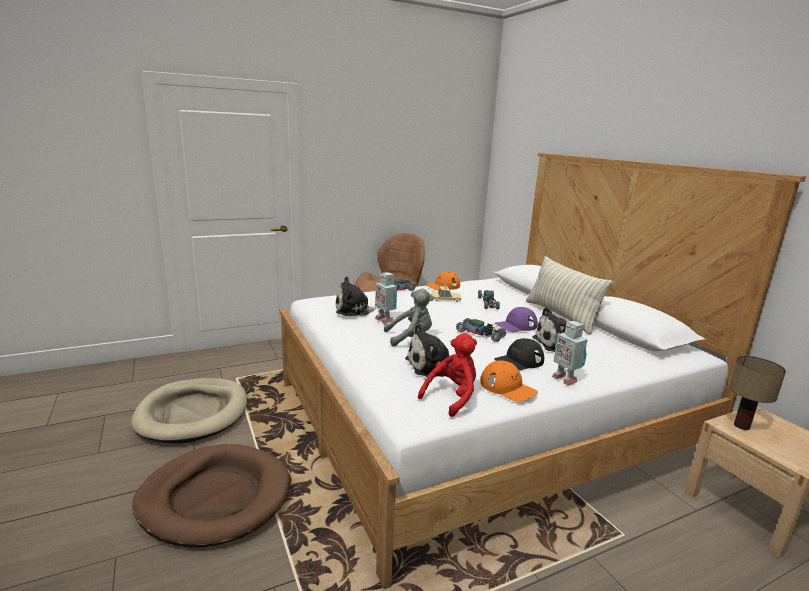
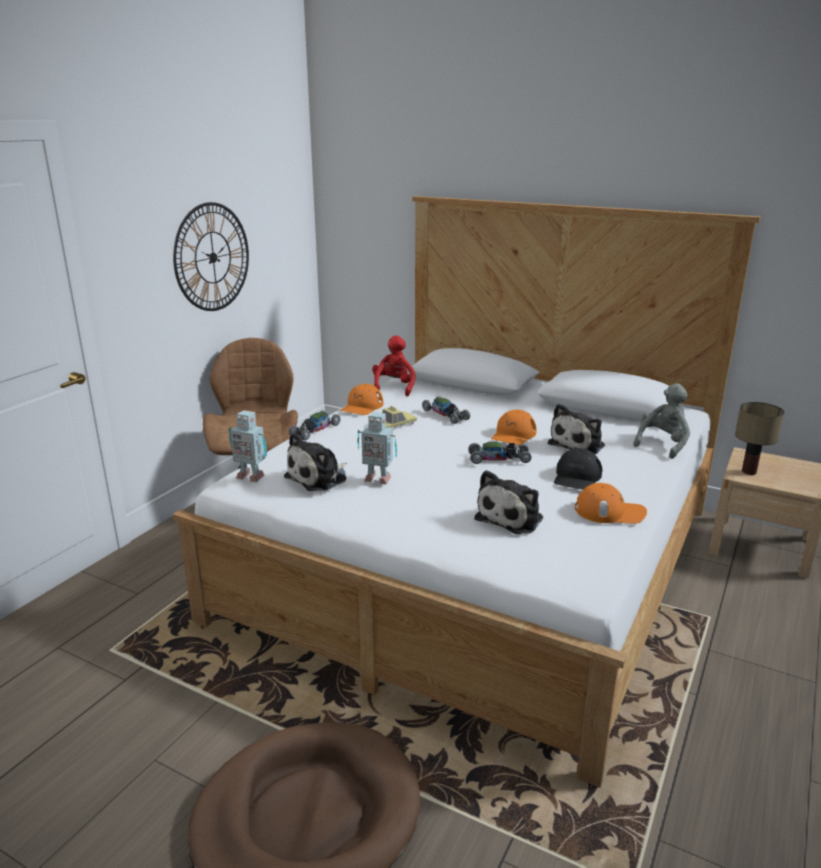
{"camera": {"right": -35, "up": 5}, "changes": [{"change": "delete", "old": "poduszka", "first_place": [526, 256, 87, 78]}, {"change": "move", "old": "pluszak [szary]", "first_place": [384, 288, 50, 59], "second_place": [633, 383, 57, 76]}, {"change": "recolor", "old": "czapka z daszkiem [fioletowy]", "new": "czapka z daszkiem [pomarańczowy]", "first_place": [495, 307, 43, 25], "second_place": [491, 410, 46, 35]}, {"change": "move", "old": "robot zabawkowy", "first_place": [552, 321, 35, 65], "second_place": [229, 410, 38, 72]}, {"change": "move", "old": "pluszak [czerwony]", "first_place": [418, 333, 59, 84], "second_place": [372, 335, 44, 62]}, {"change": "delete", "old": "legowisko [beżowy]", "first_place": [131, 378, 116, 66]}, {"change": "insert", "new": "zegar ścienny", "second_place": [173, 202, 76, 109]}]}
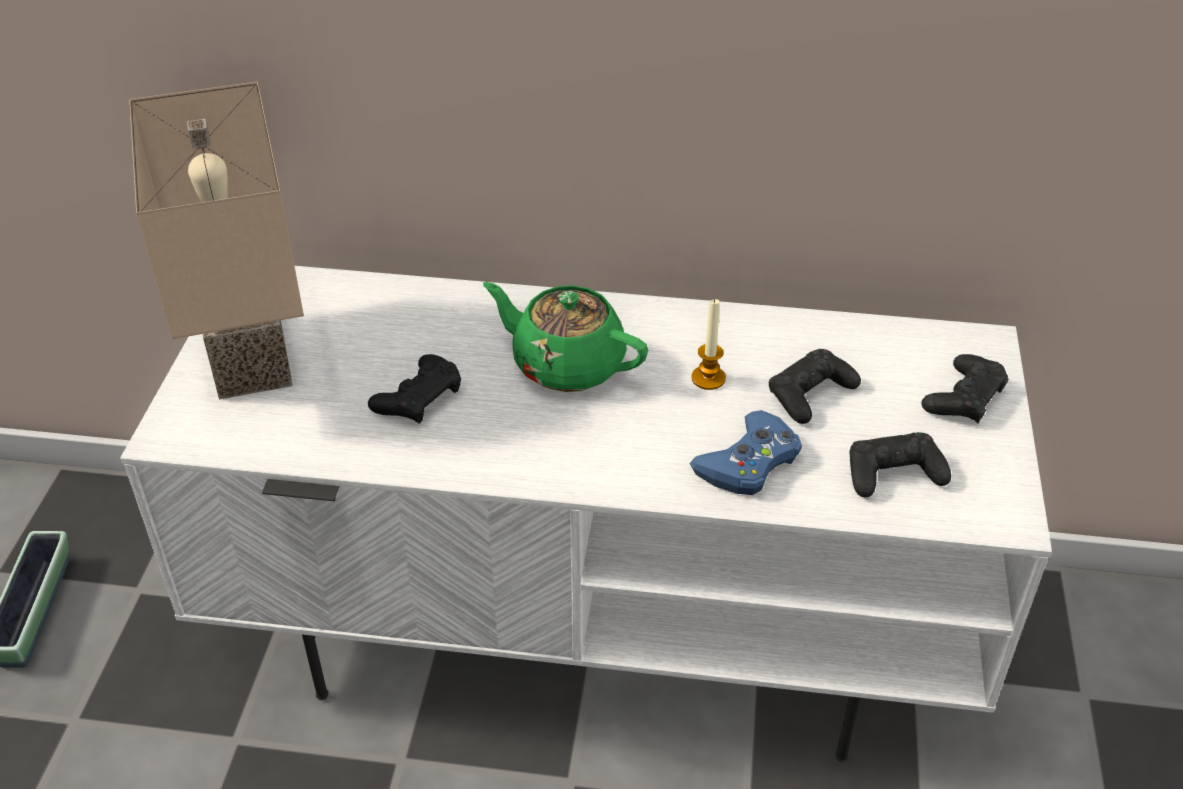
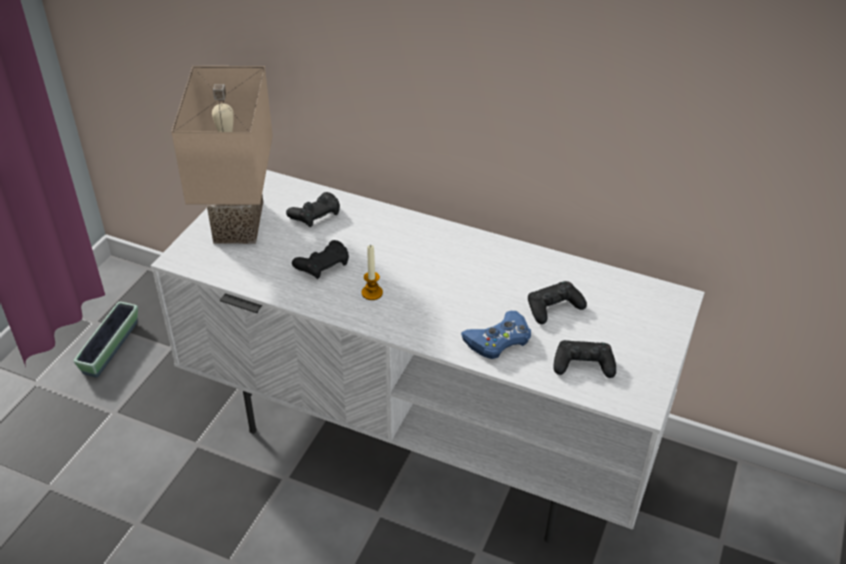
{"camera": {"right": 15, "up": 0}, "changes": [{"change": "delete", "old": "imbryk [zielony]", "first_place": [483, 282, 165, 110]}, {"change": "move", "old": "świeca", "first_place": [691, 298, 35, 92], "second_place": [362, 245, 21, 55]}, {"change": "move", "old": "pad do gier [czarny]", "first_place": [921, 354, 88, 69], "second_place": [286, 192, 54, 35]}]}
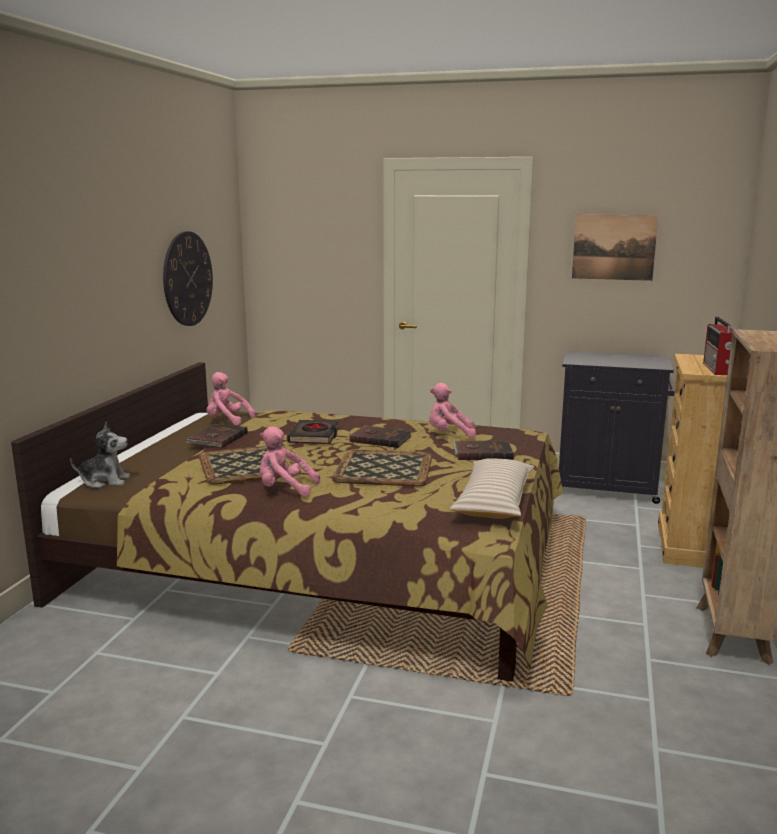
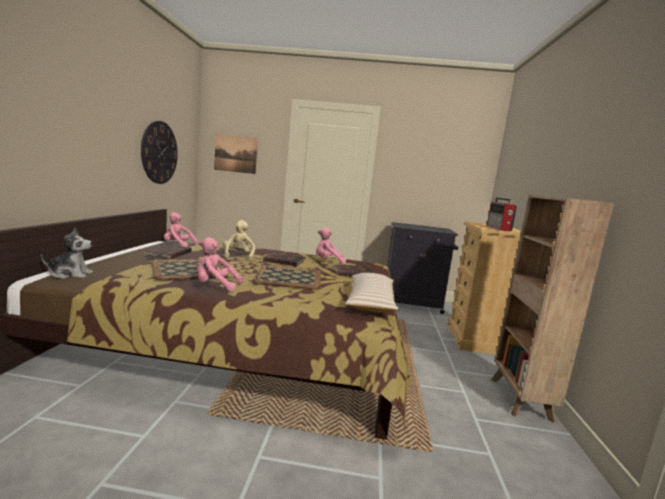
{"camera": {"right": -10, "up": -5}, "changes": [{"change": "move", "old": "obraz", "first_place": [572, 215, 86, 66], "second_place": [214, 134, 44, 40]}, {"change": "replace", "old": "książka [czarny]", "new": "pluszak [beżowy]", "first_place": [287, 420, 52, 24], "second_place": [223, 220, 32, 41]}]}
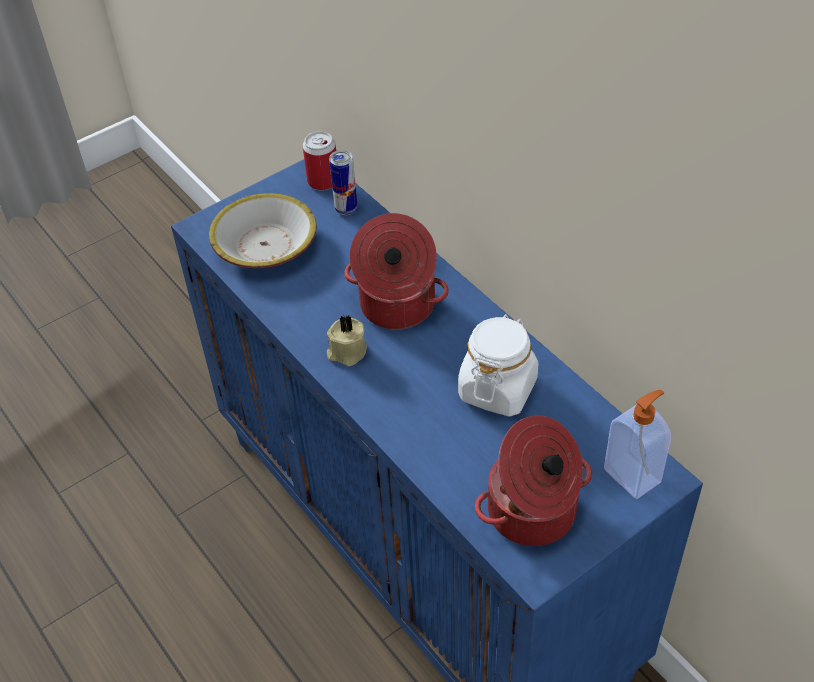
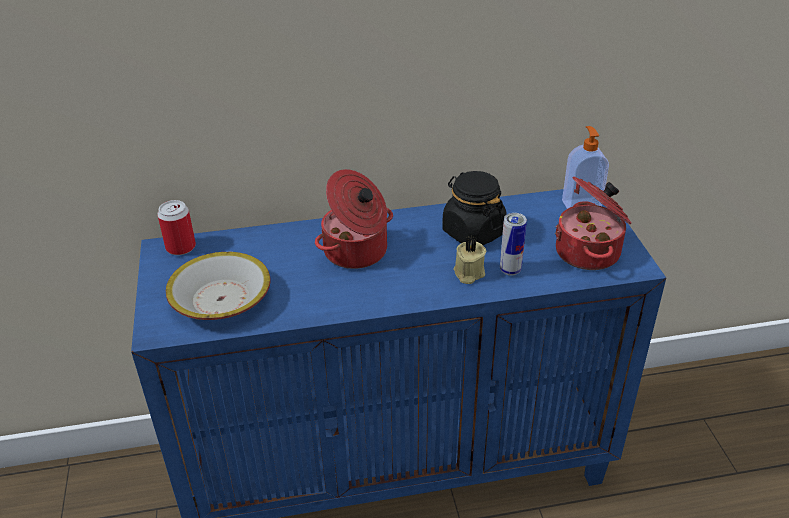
{"camera": {"right": -65, "up": -10}, "changes": [{"change": "move", "old": "puszka", "first_place": [329, 150, 28, 65], "second_place": [500, 213, 27, 63]}, {"change": "recolor", "old": "słoik [biały]", "new": "słoik [czarny]", "first_place": [458, 314, 80, 103], "second_place": [442, 171, 65, 74]}, {"change": "move", "old": "świeca [beżowy]", "first_place": [327, 315, 40, 51], "second_place": [453, 236, 33, 48]}]}
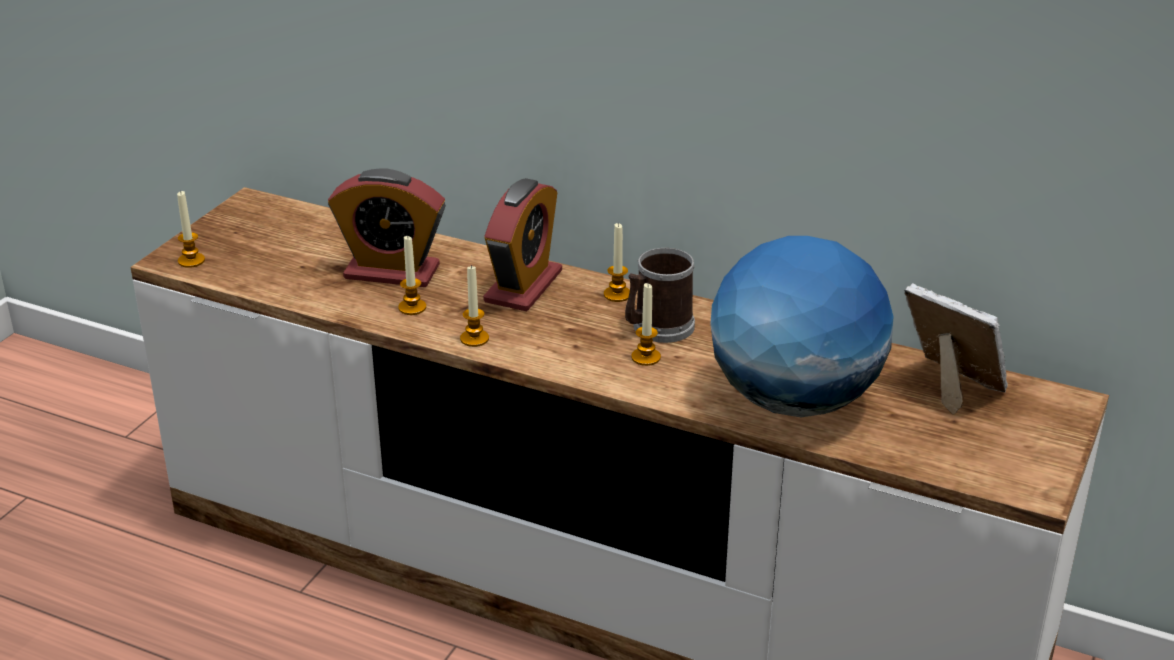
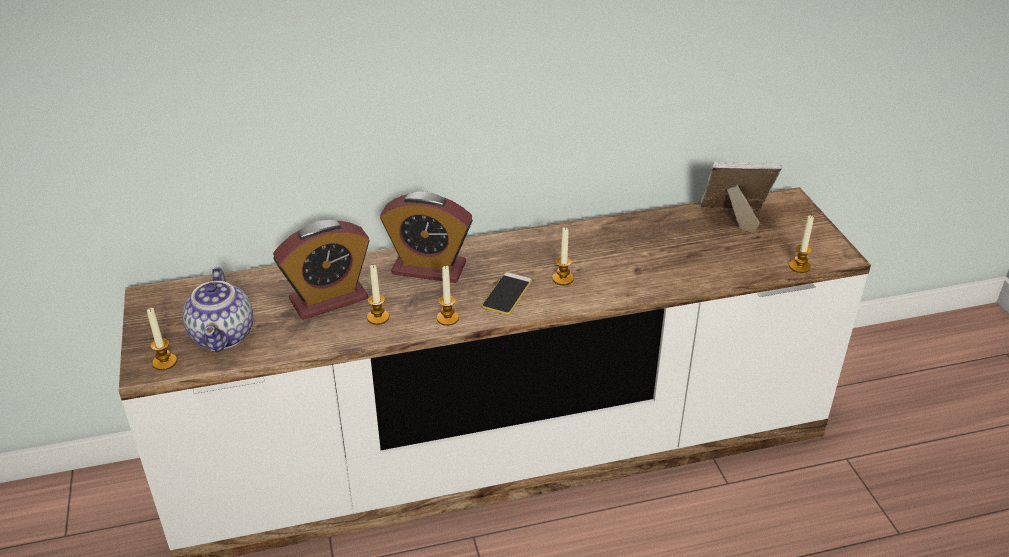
{"camera": {"right": -40, "up": 5}, "changes": [{"change": "rotate", "old": "budzik", "first_place": [483, 178, 79, 133], "second_place": [380, 192, 93, 91], "degrees": 120}, {"change": "move", "old": "świeca", "first_place": [604, 223, 26, 79], "second_place": [789, 215, 25, 58]}, {"change": "delete", "old": "globus", "first_place": [710, 236, 183, 181]}, {"change": "delete", "old": "kubek", "first_place": [625, 248, 70, 95]}, {"change": "insert", "new": "imbryk", "second_place": [183, 267, 70, 85]}, {"change": "insert", "new": "telefon", "second_place": [481, 272, 51, 43]}]}
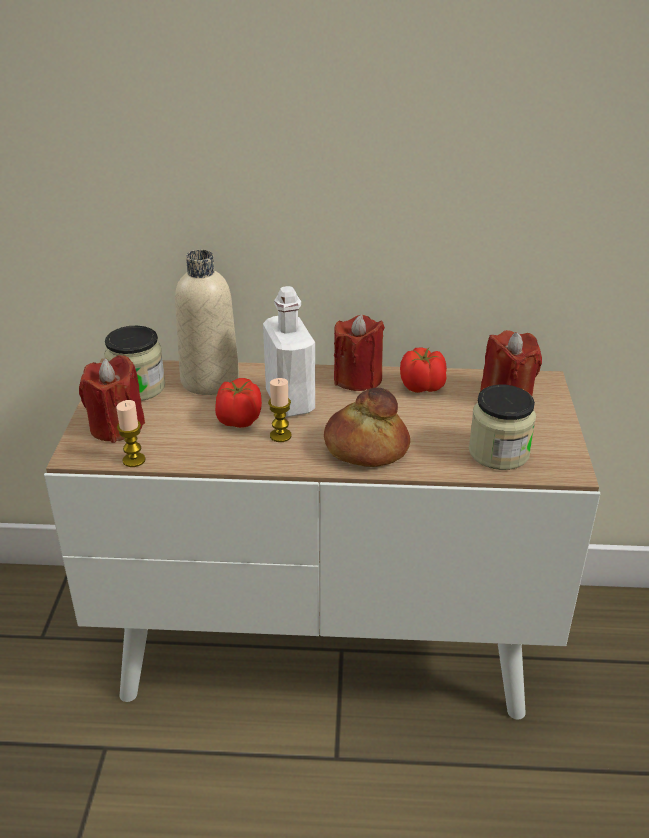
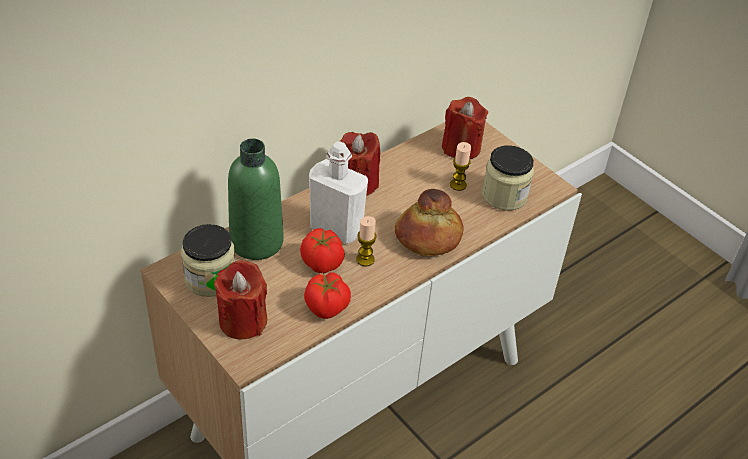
{"camera": {"right": -45, "up": 10}, "changes": [{"change": "recolor", "old": "butelka [beżowy]", "new": "butelka [zielony]", "first_place": [175, 250, 64, 145], "second_place": [228, 139, 56, 121]}, {"change": "move", "old": "pomidor", "first_place": [400, 347, 47, 46], "second_place": [304, 272, 47, 47]}, {"change": "move", "old": "świeca", "first_place": [116, 400, 29, 67], "second_place": [450, 142, 21, 49]}]}
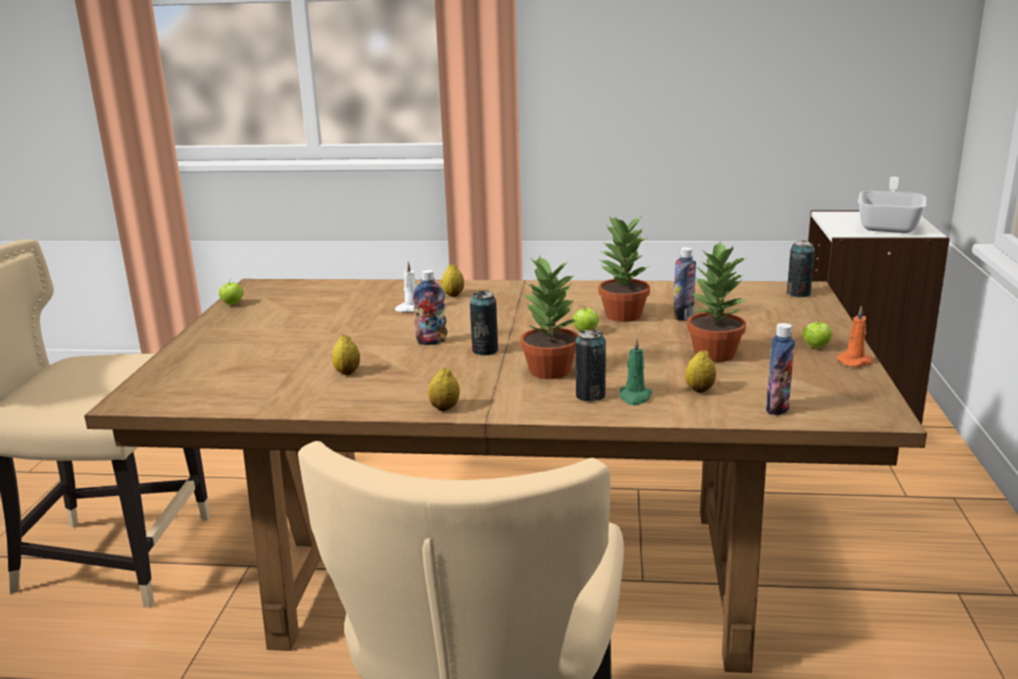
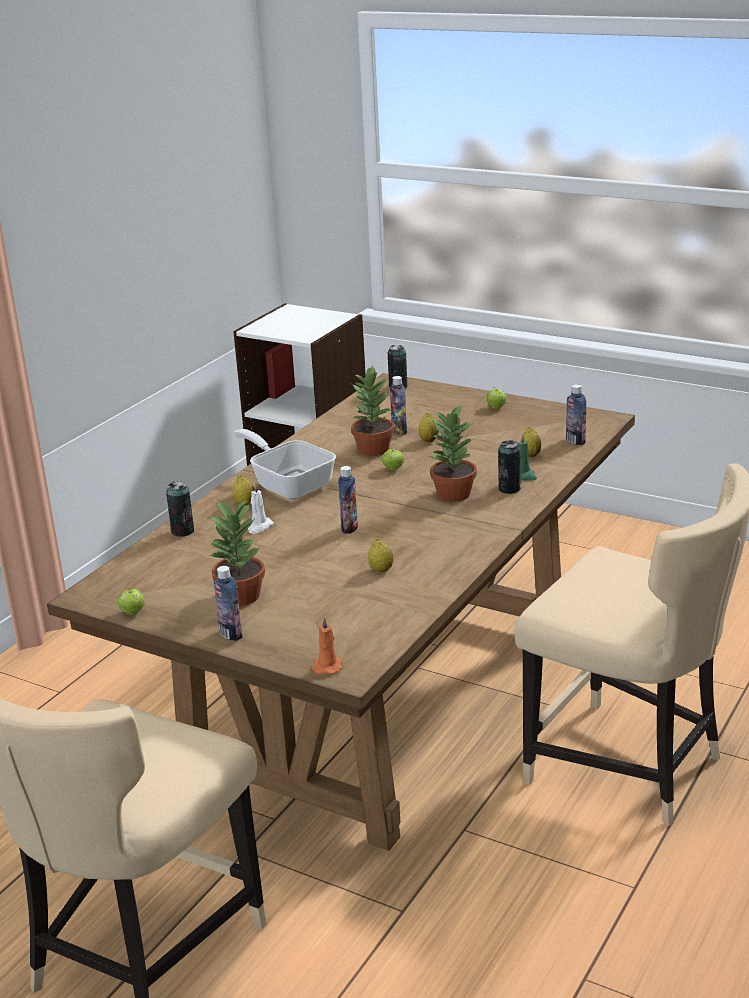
{"camera": {"right": -65, "up": 5}, "changes": [{"change": "move", "old": "patelnia", "first_place": [858, 177, 68, 56], "second_place": [233, 429, 103, 70]}, {"change": "move", "old": "roślina doniczkowa", "first_place": [687, 240, 61, 122], "second_place": [208, 499, 57, 107]}, {"change": "move", "old": "puszka", "first_place": [470, 291, 28, 64], "second_place": [166, 481, 28, 56]}, {"change": "move", "old": "świeca [pomarańczowy]", "first_place": [837, 306, 36, 61], "second_place": [312, 617, 31, 58]}, {"change": "move", "old": "cytryna", "first_place": [428, 367, 32, 44], "second_place": [418, 413, 21, 29]}, {"change": "insert", "new": "butelka", "second_place": [214, 566, 29, 75]}]}
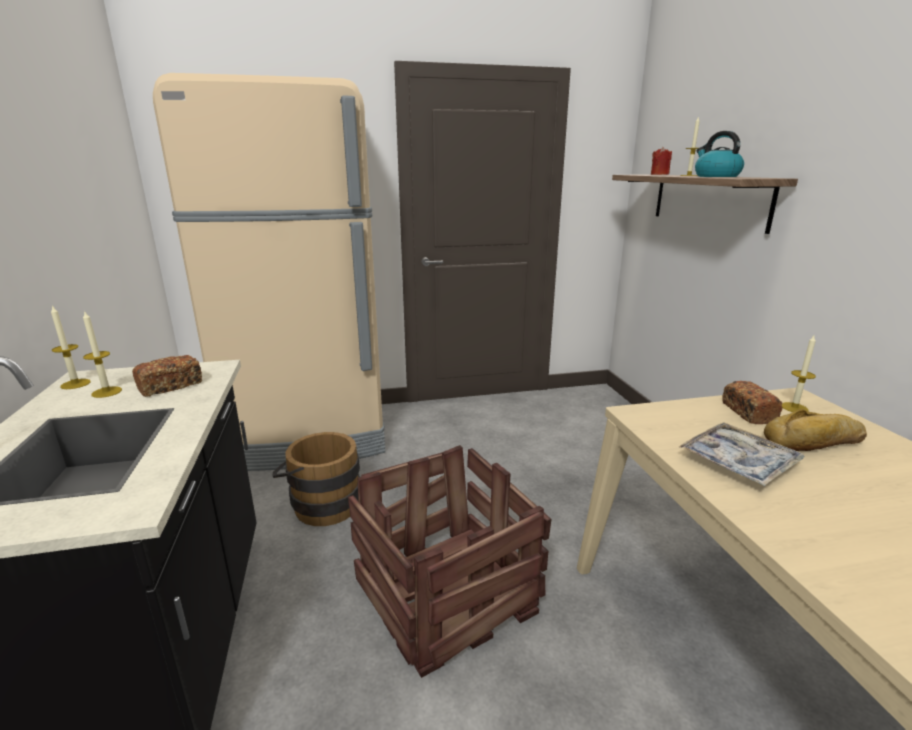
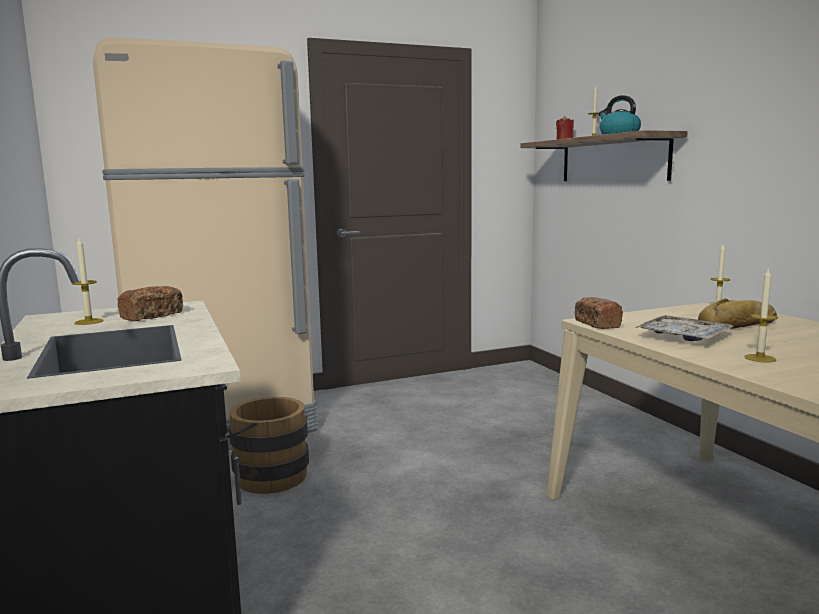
{"camera": {"right": -10, "up": -10}, "changes": [{"change": "move", "old": "świeca", "first_place": [51, 305, 40, 84], "second_place": [744, 268, 34, 95]}, {"change": "move", "old": "chleb", "first_place": [722, 381, 60, 43], "second_place": [575, 297, 48, 32]}, {"change": "delete", "old": "skrzynka", "first_place": [348, 445, 203, 233]}]}
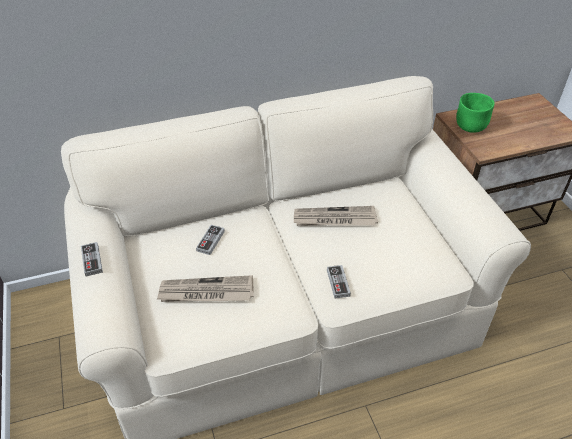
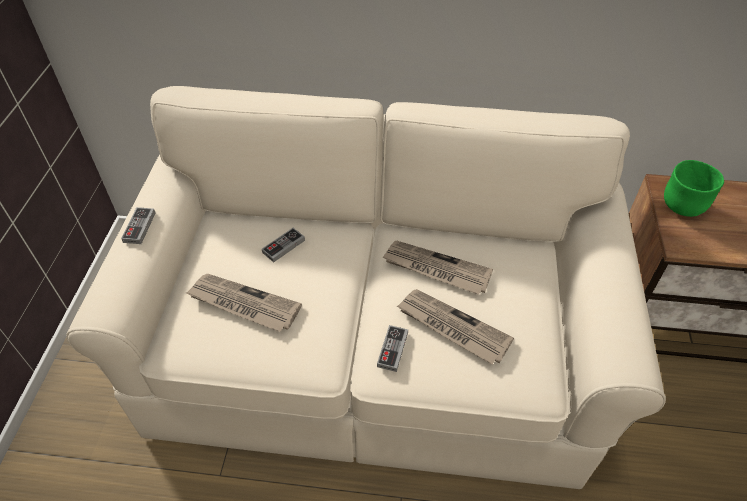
{"camera": {"right": 25, "up": 5}, "changes": [{"change": "insert", "new": "gazeta", "second_place": [397, 289, 117, 75]}]}
